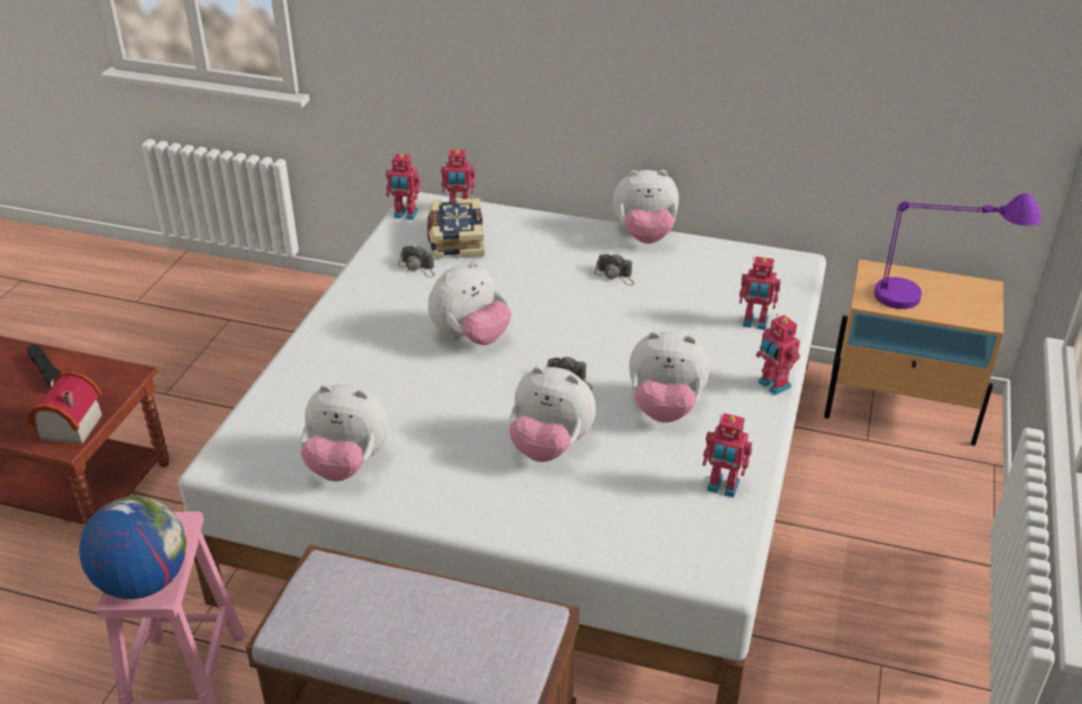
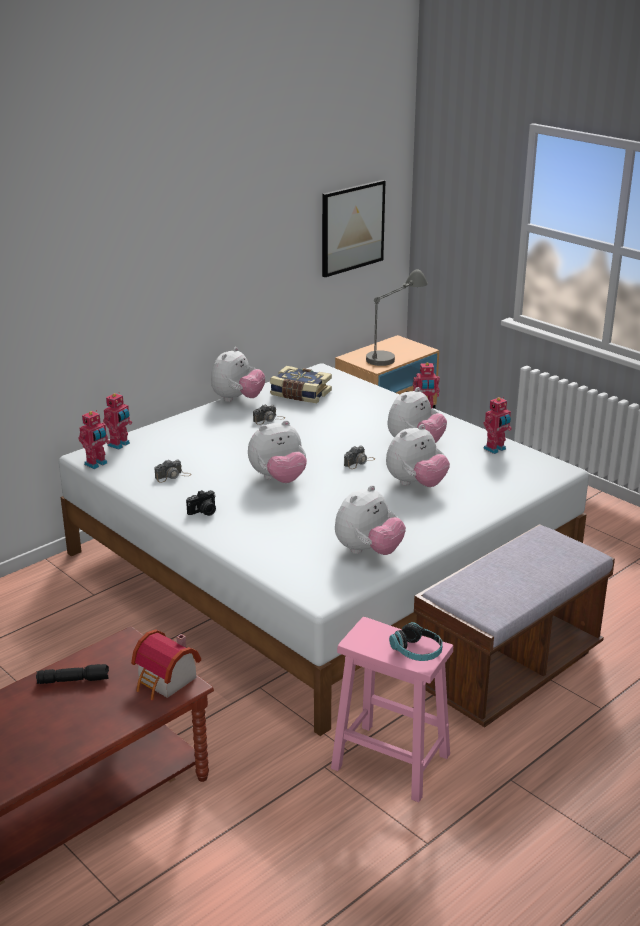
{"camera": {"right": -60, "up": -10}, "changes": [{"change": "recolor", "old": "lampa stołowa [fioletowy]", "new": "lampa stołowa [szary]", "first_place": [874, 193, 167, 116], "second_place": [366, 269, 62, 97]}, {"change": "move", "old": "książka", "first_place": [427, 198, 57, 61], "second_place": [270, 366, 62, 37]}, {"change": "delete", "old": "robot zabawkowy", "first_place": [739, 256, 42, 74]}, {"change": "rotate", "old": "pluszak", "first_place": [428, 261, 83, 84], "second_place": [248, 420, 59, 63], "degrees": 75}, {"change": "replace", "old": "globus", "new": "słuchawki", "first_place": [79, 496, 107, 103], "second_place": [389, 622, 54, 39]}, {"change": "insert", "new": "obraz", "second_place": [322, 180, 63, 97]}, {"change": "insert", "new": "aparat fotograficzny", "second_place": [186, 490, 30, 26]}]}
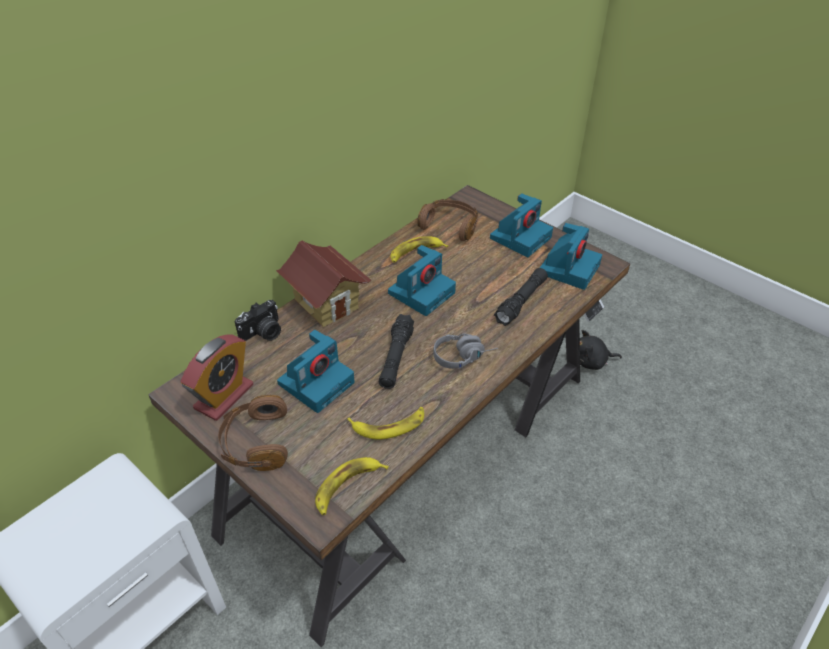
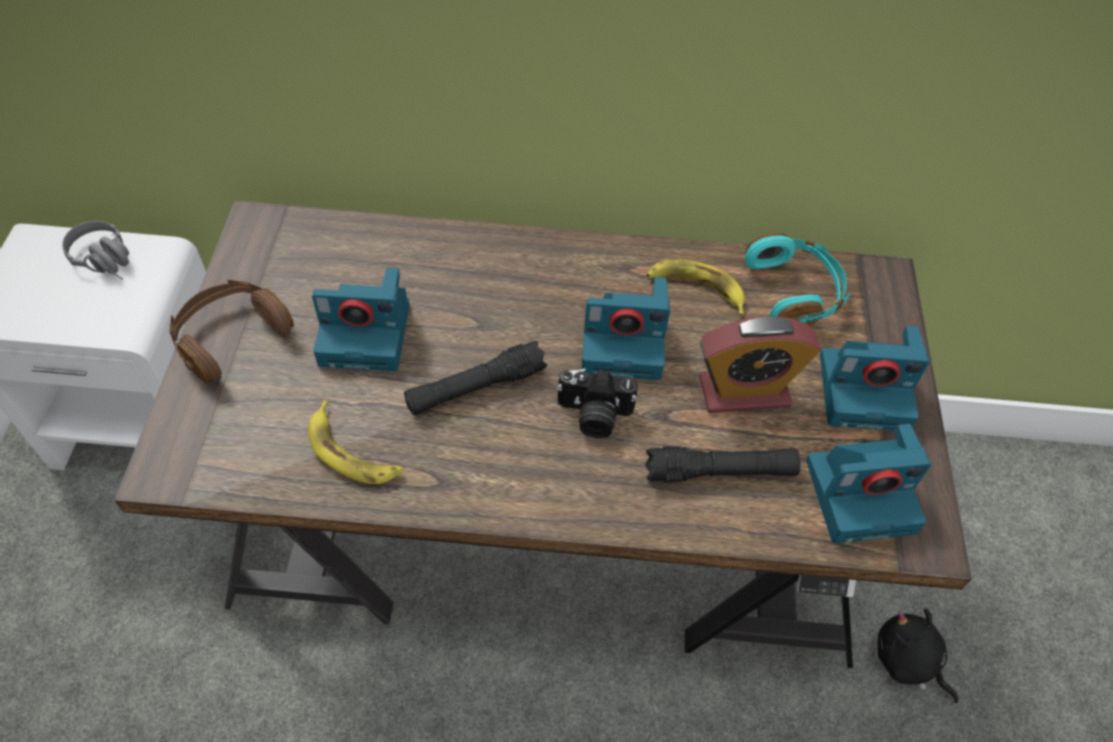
{"camera": {"right": 50, "up": 10}, "changes": [{"change": "recolor", "old": "słuchawki [brązowy]", "new": "słuchawki [turkusowy]", "first_place": [417, 199, 61, 42], "second_place": [745, 233, 105, 93]}, {"change": "delete", "old": "domek", "first_place": [276, 241, 95, 86]}, {"change": "move", "old": "aparat fotograficzny", "first_place": [235, 300, 46, 41], "second_place": [557, 368, 81, 70]}, {"change": "move", "old": "słuchawki [szary]", "first_place": [433, 333, 65, 36], "second_place": [62, 221, 67, 59]}, {"change": "move", "old": "budzik", "first_place": [180, 334, 73, 87], "second_place": [699, 316, 122, 97]}, {"change": "delete", "old": "banan", "first_place": [315, 457, 74, 58]}]}
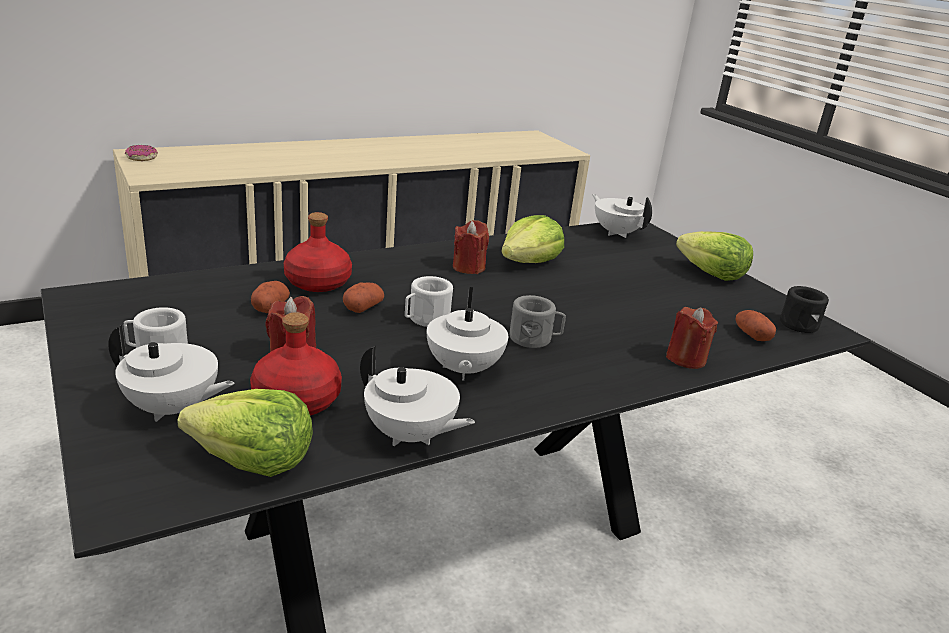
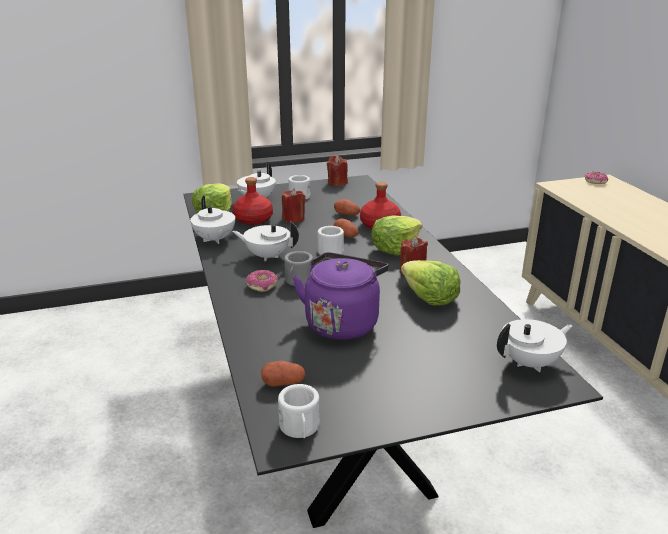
{"camera": {"right": 105, "up": 0}, "changes": [{"change": "move", "old": "sałata", "first_place": [676, 231, 77, 50], "second_place": [371, 215, 51, 40]}, {"change": "recolor", "old": "kubek [czarny]", "new": "kubek [biały]", "first_place": [780, 286, 49, 47], "second_place": [278, 384, 41, 54]}, {"change": "move", "old": "świeca [czerwony]", "first_place": [666, 307, 52, 62], "second_place": [327, 155, 21, 31]}, {"change": "rotate", "old": "imbryk [biały]", "first_place": [360, 346, 115, 100], "second_place": [190, 196, 45, 48], "degrees": -75}, {"change": "insert", "new": "czajnik [fioletowy]", "second_place": [292, 252, 97, 88]}, {"change": "insert", "new": "donut", "second_place": [246, 270, 32, 22]}]}
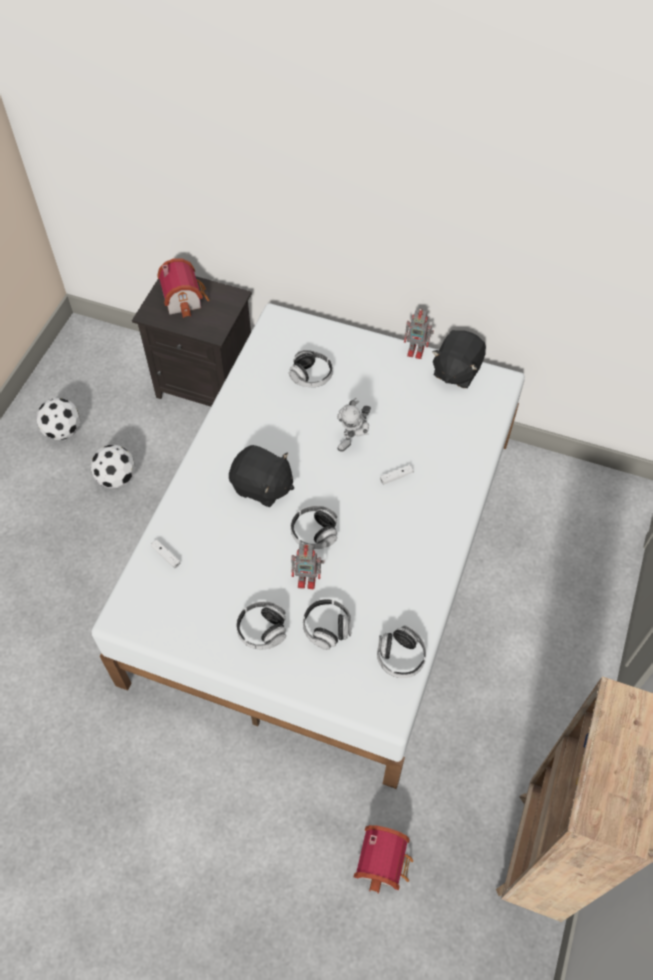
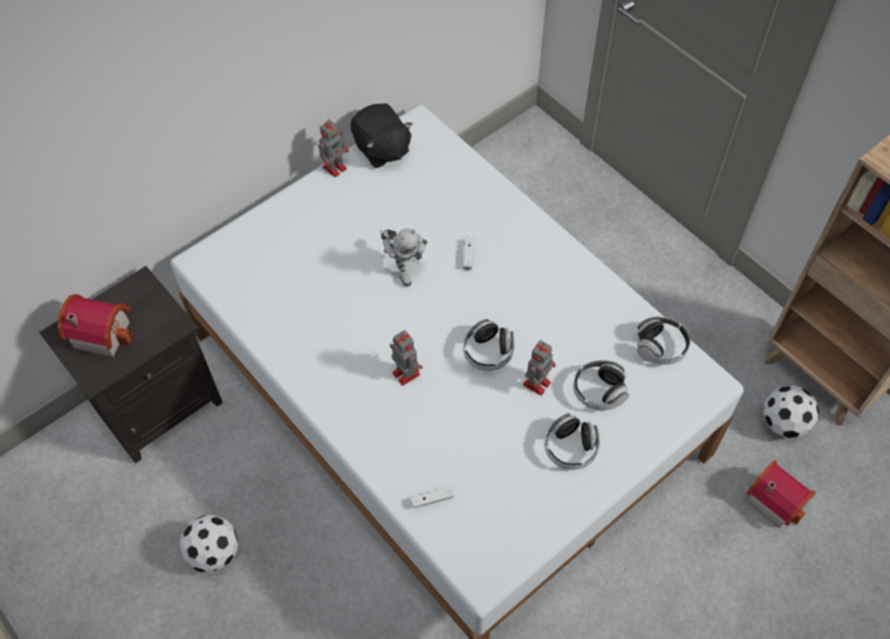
{"camera": {"right": -60, "up": 0}, "changes": [{"change": "delete", "old": "słuchawki", "first_place": [289, 350, 44, 37]}, {"change": "move", "old": "piłka futbolowa", "first_place": [36, 398, 44, 42], "second_place": [763, 386, 56, 52]}, {"change": "replace", "old": "pluszak [czarny]", "new": "robot zabawkowy", "first_place": [229, 445, 65, 62], "second_place": [390, 330, 32, 56]}]}
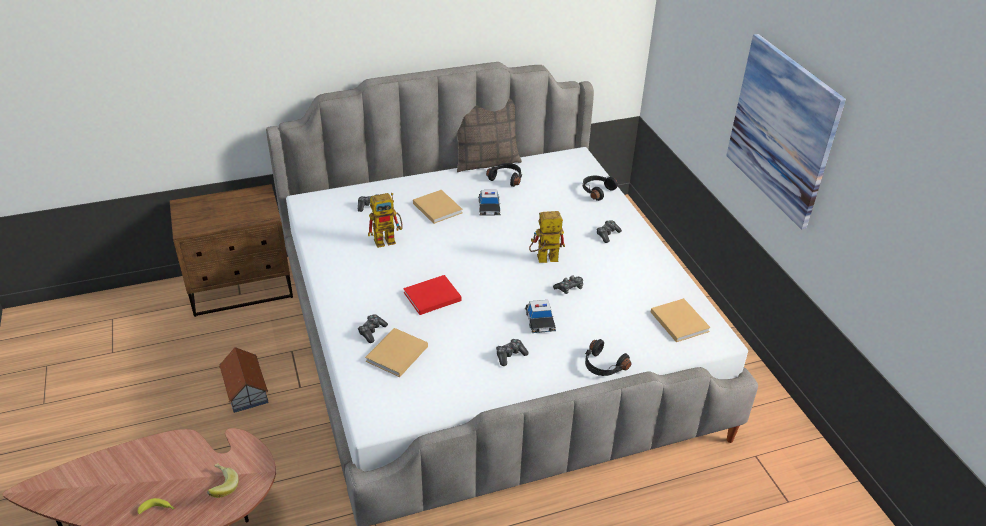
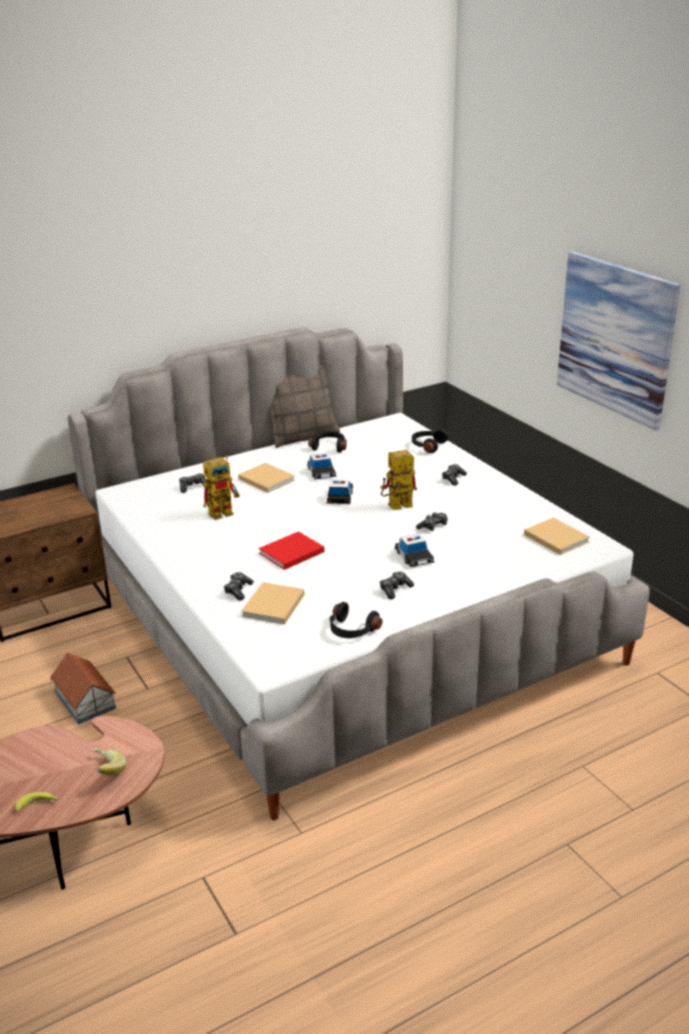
{"camera": {"right": -10, "up": -10}, "changes": [{"change": "move", "old": "słuchawki [czarny]", "first_place": [585, 339, 46, 37], "second_place": [329, 602, 54, 36]}, {"change": "insert", "new": "samochodzik", "second_place": [326, 480, 27, 24]}]}
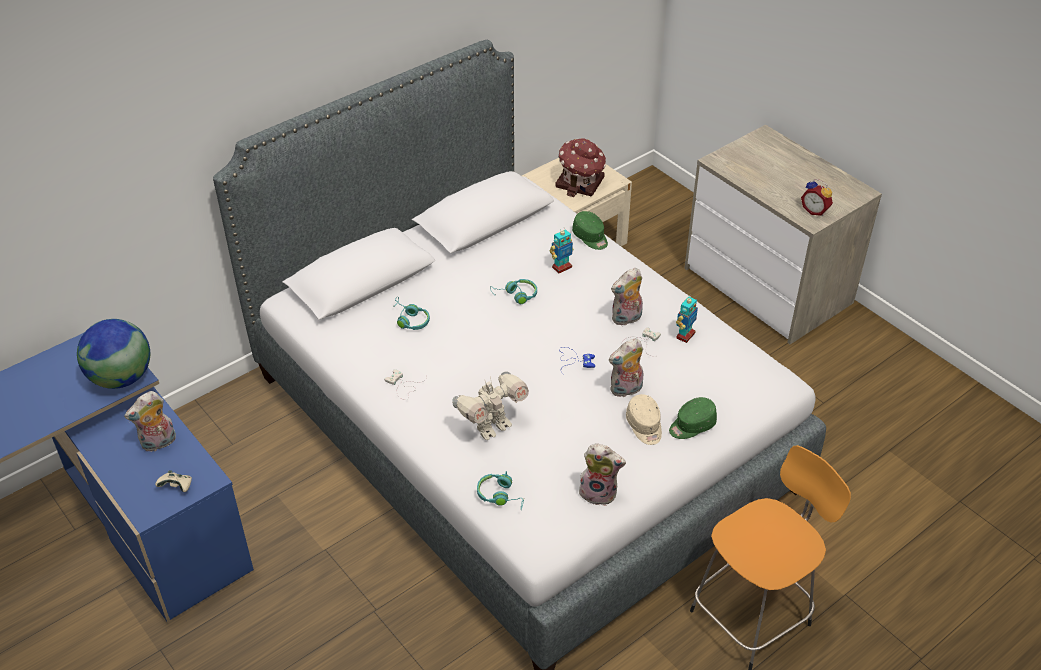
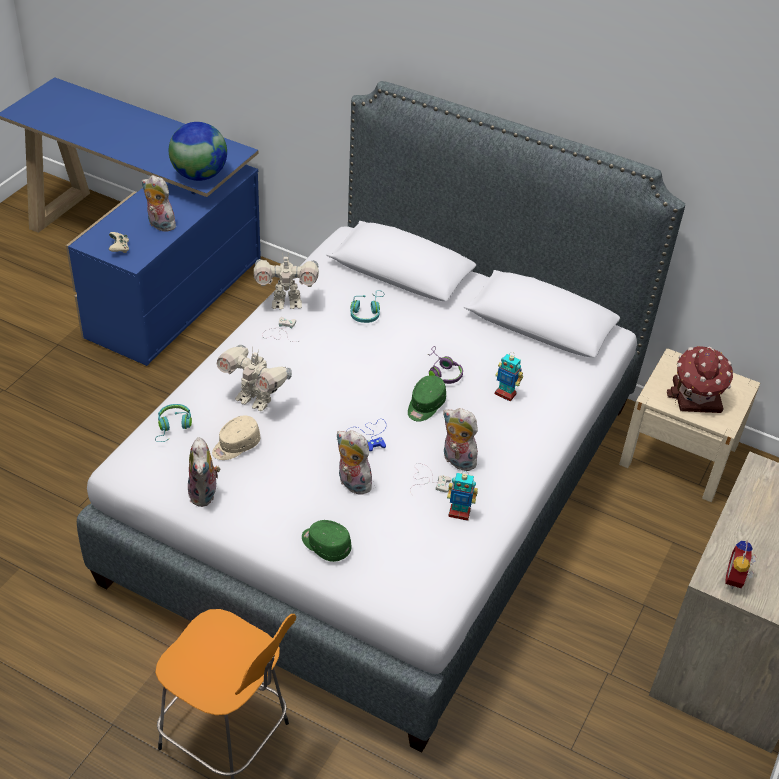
{"camera": {"right": 65, "up": 0}, "changes": [{"change": "move", "old": "czapka z daszkiem [zielony]", "first_place": [572, 211, 36, 39], "second_place": [408, 375, 38, 47]}, {"change": "recolor", "old": "słuchawki [turkusowy]", "new": "słuchawki [fioletowy]", "first_place": [490, 279, 47, 25], "second_place": [428, 346, 35, 38]}, {"change": "move", "old": "czapka z daszkiem [beżowy]", "first_place": [626, 394, 36, 51], "second_place": [212, 415, 48, 45]}, {"change": "insert", "new": "robot zabawkowy", "second_place": [254, 252, 65, 58]}]}
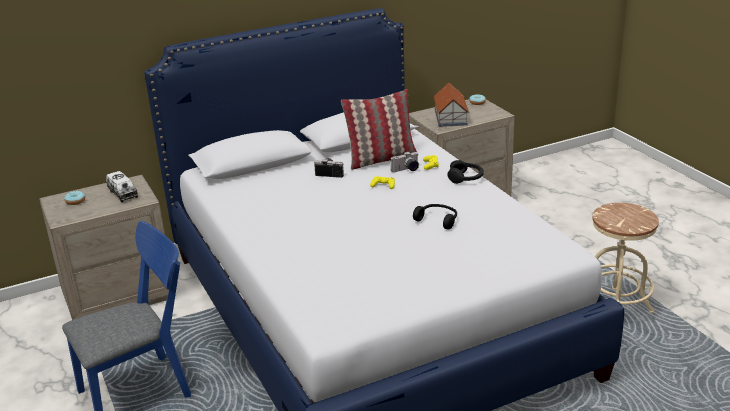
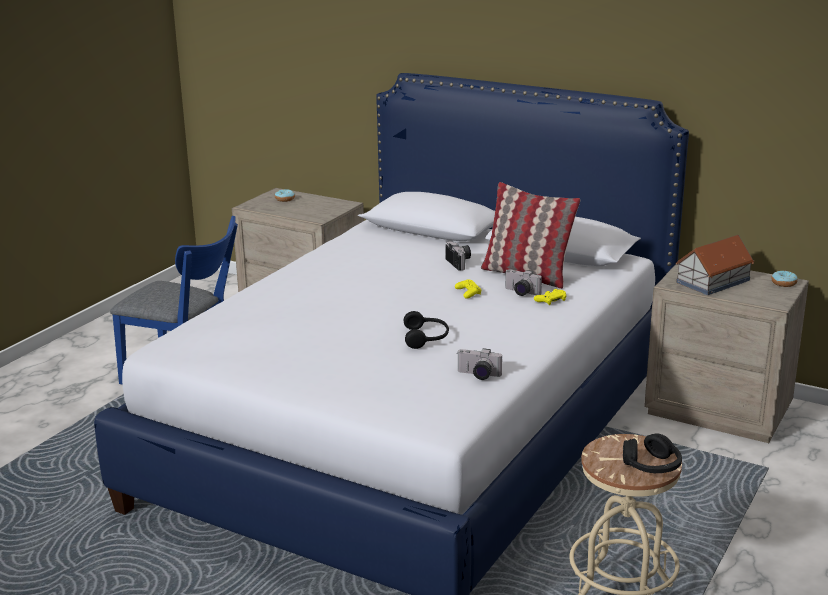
{"camera": {"right": 55, "up": -5}, "changes": [{"change": "move", "old": "słuchawki [czarny]", "first_place": [447, 160, 37, 24], "second_place": [623, 433, 59, 40]}, {"change": "delete", "old": "ciężarówka zabawkowa", "first_place": [106, 171, 32, 31]}, {"change": "insert", "new": "aparat fotograficzny", "second_place": [457, 348, 46, 32]}]}
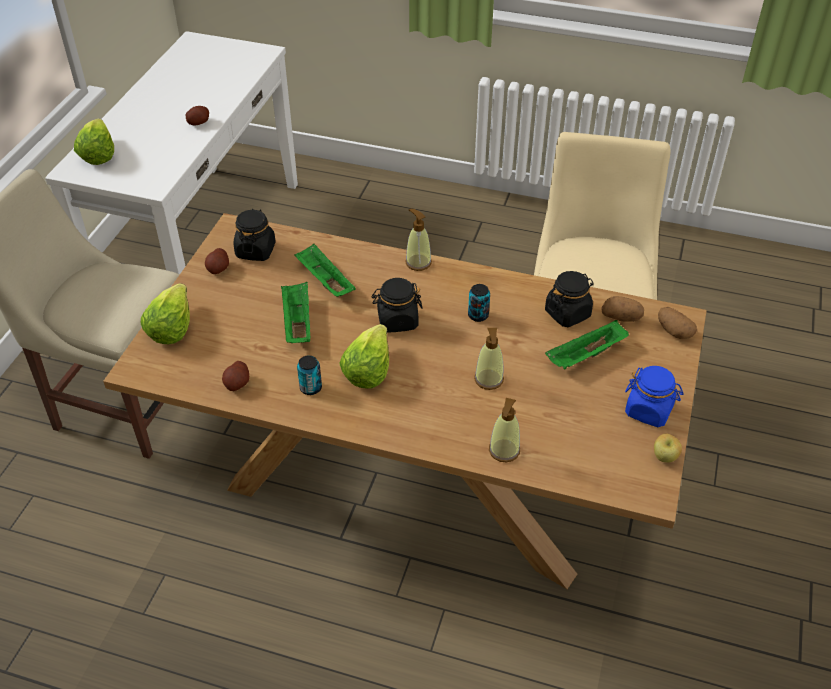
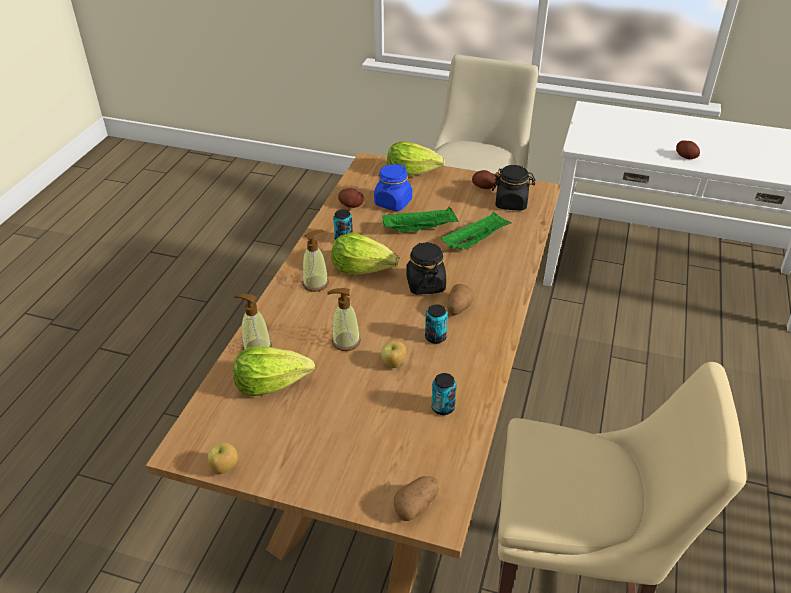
{"camera": {"right": 90, "up": -5}, "changes": [{"change": "move", "old": "sałata", "first_place": [74, 119, 40, 46], "second_place": [233, 346, 82, 50]}, {"change": "move", "old": "dozownik mydła", "first_place": [406, 209, 26, 62], "second_place": [302, 229, 27, 63]}, {"change": "replace", "old": "słoik [czarny]", "new": "puszka", "first_place": [545, 271, 49, 56], "second_place": [431, 373, 25, 42]}, {"change": "move", "old": "ziemniak", "first_place": [601, 296, 43, 26], "second_place": [447, 284, 27, 31]}, {"change": "delete", "old": "taca [zielony]", "first_place": [545, 320, 84, 49]}, {"change": "move", "old": "słoik [niebieski]", "first_place": [625, 366, 59, 61], "second_place": [374, 163, 38, 48]}, {"change": "insert", "new": "jabłko", "second_place": [381, 341, 25, 27]}]}
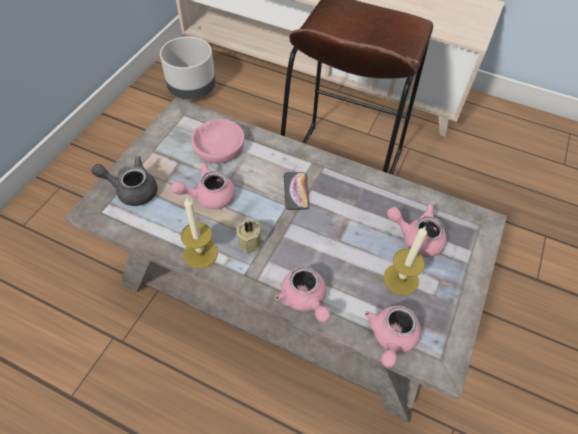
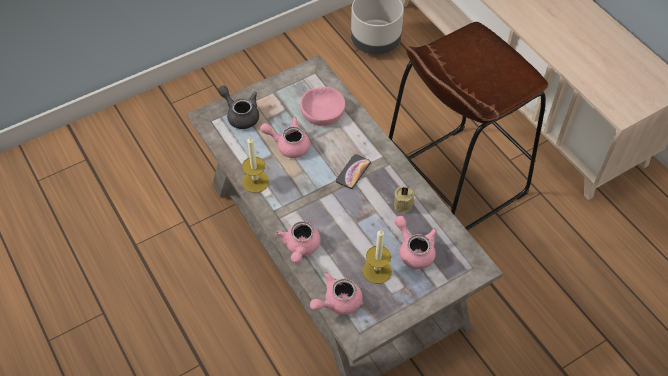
{"camera": {"right": 35, "up": 0}, "changes": [{"change": "move", "old": "świeca [beżowy]", "first_place": [236, 221, 26, 32], "second_place": [394, 186, 21, 27]}]}
